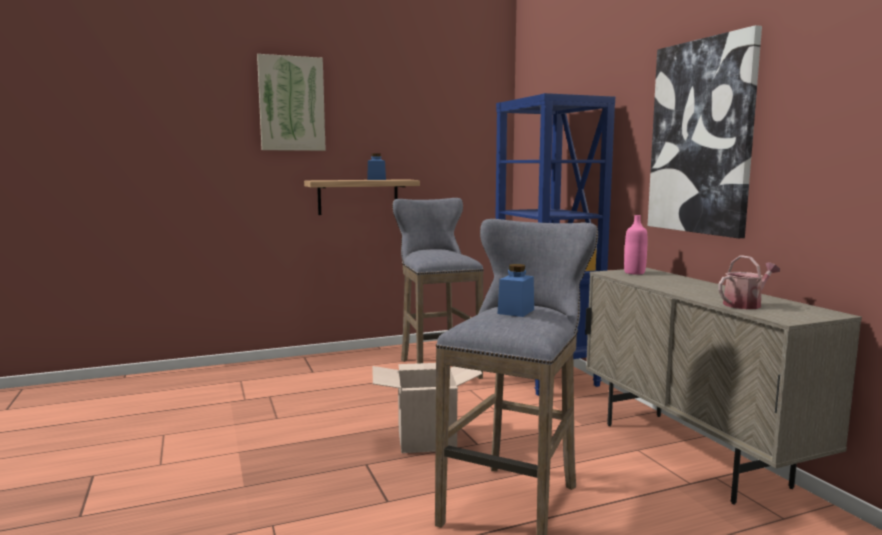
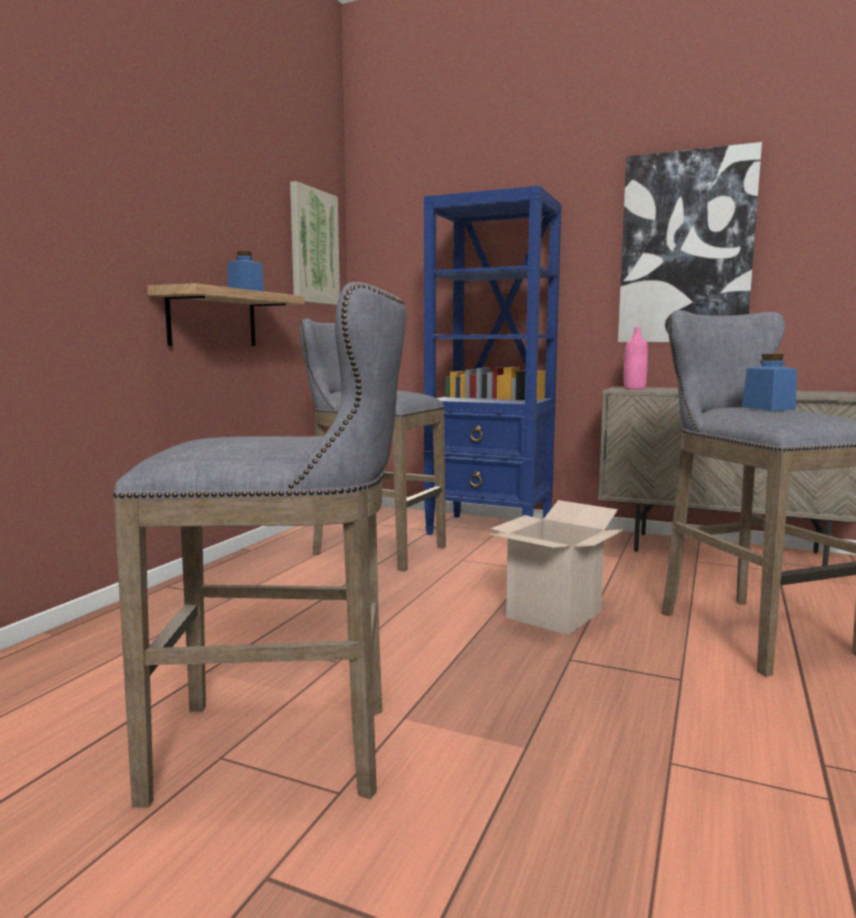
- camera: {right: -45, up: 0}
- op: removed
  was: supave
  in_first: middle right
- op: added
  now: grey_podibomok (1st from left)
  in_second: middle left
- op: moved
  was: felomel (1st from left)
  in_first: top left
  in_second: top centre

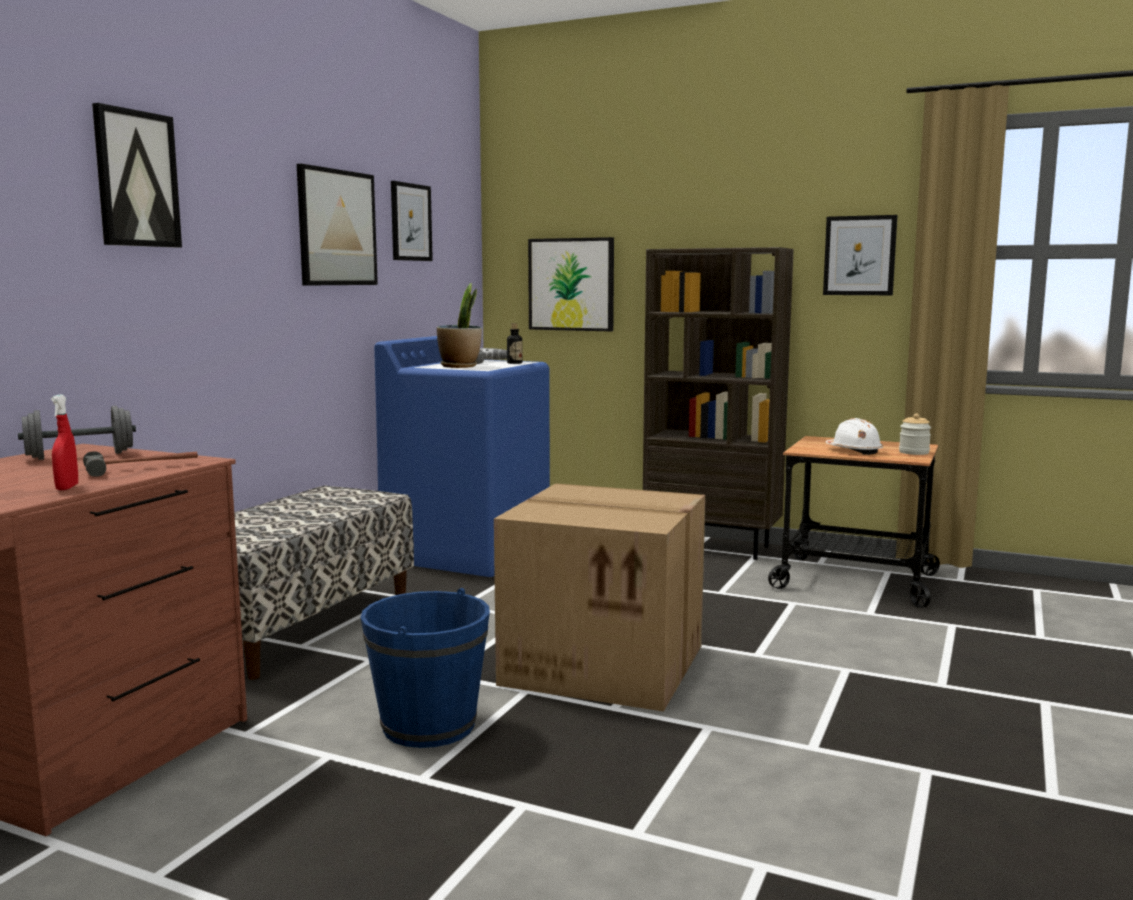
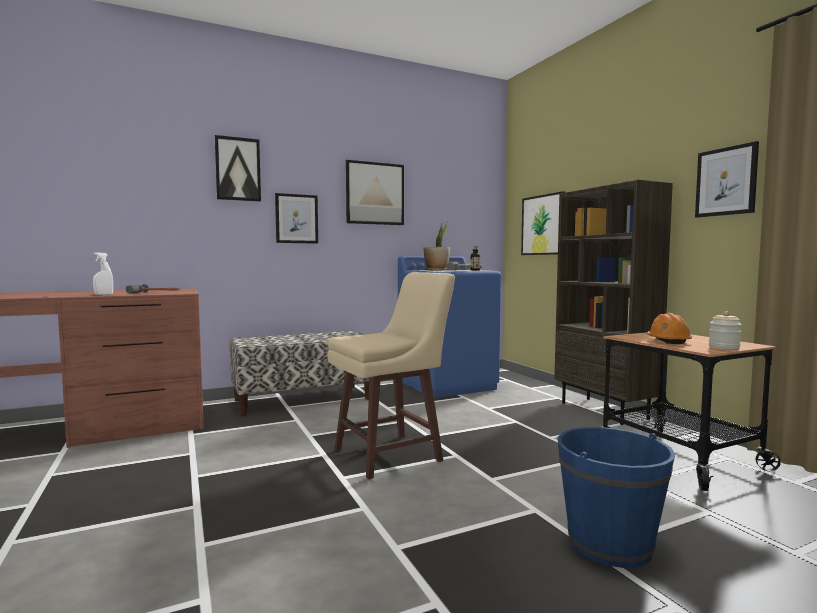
- camera: {right: 40, up: -5}
- op: removed
  was: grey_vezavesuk
  in_first: middle left
- op: moved
  was: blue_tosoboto
  in_first: bottom centre
  in_second: bottom right
- op: moved
  was: felomel (3rd from left in the first image)
  now: felomel (2nd from left)
  in_first: top centre
  in_second: centre
- op: replaced
  was: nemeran
  now: beige_podibomok
  in_first: centre
  in_second: centre
- op: recoloured
  was: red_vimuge
  now: white_vimuge
  in_first: middle left
  in_second: middle left
- op: recoloured
  was: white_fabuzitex
  now: orange_fabuzitex
  in_first: middle right
  in_second: middle right

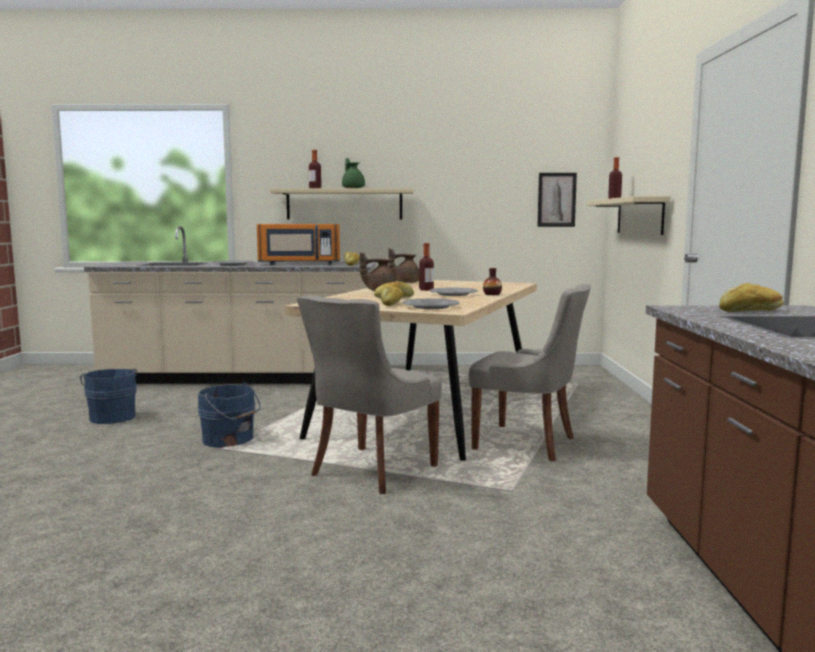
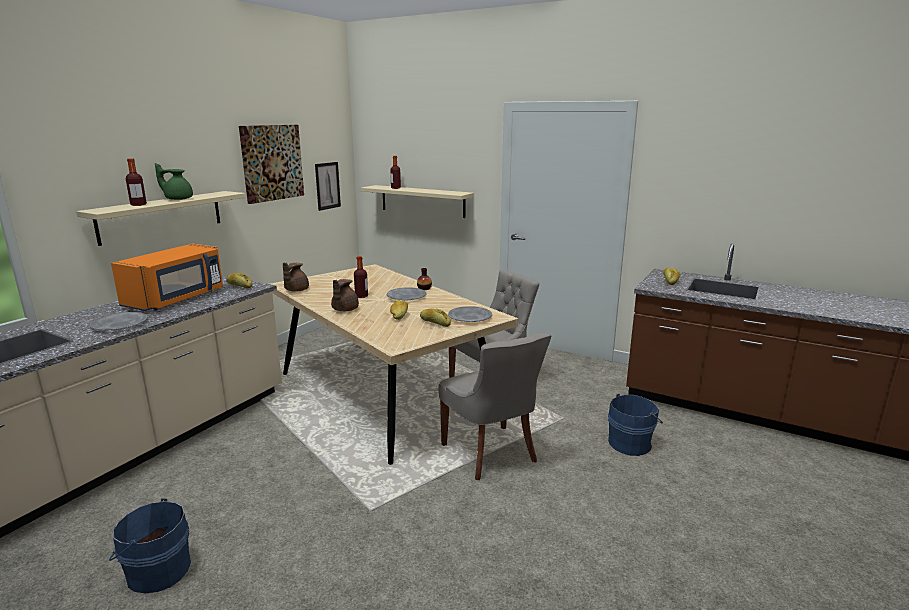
- camera: {right: -60, up: 10}
- op: added
  now: felomel (1st from left)
  in_second: top left
- op: moved
  was: blue_tosoboto (2nd from left)
  in_first: middle left
  in_second: bottom right

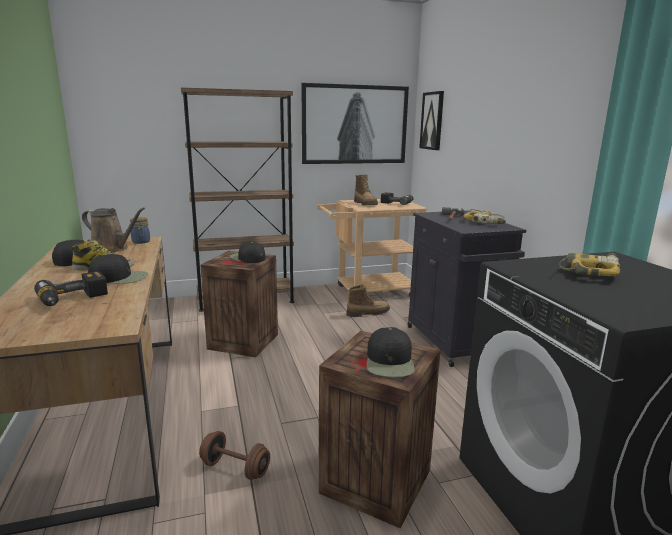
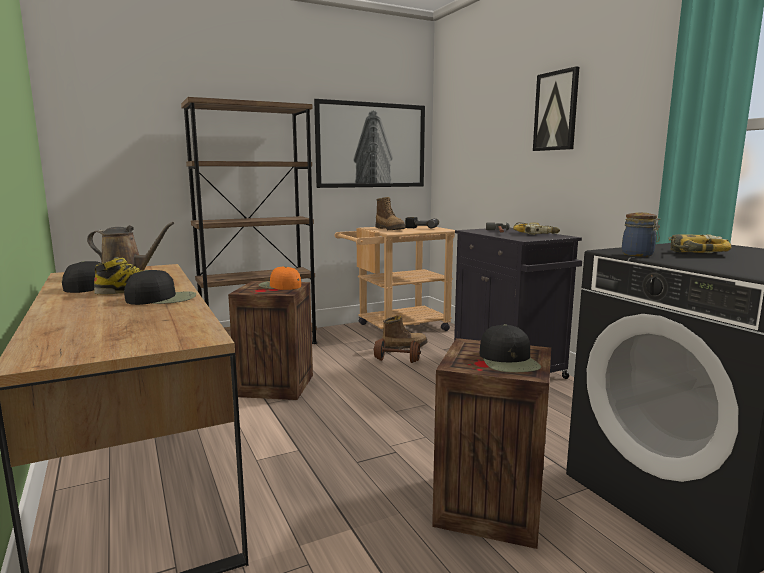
- camera: {right: -10, up: -5}
- op: removed
  was: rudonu (1st from left)
  in_first: middle left
- op: moved
  was: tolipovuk
  in_first: middle left
  in_second: middle right
- op: moved
  was: brown_vezavesuk
  in_first: bottom centre
  in_second: centre
- op: moved
  was: felomel (2nd from left)
  in_first: top centre
  in_second: top right
- op: recoloured
  was: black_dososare (3rd from left)
  now: orange_dososare
  in_first: centre
  in_second: centre

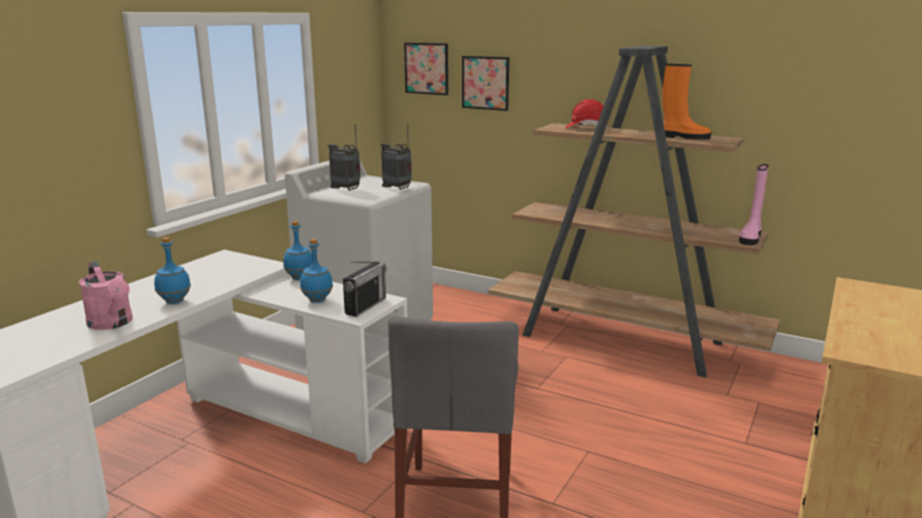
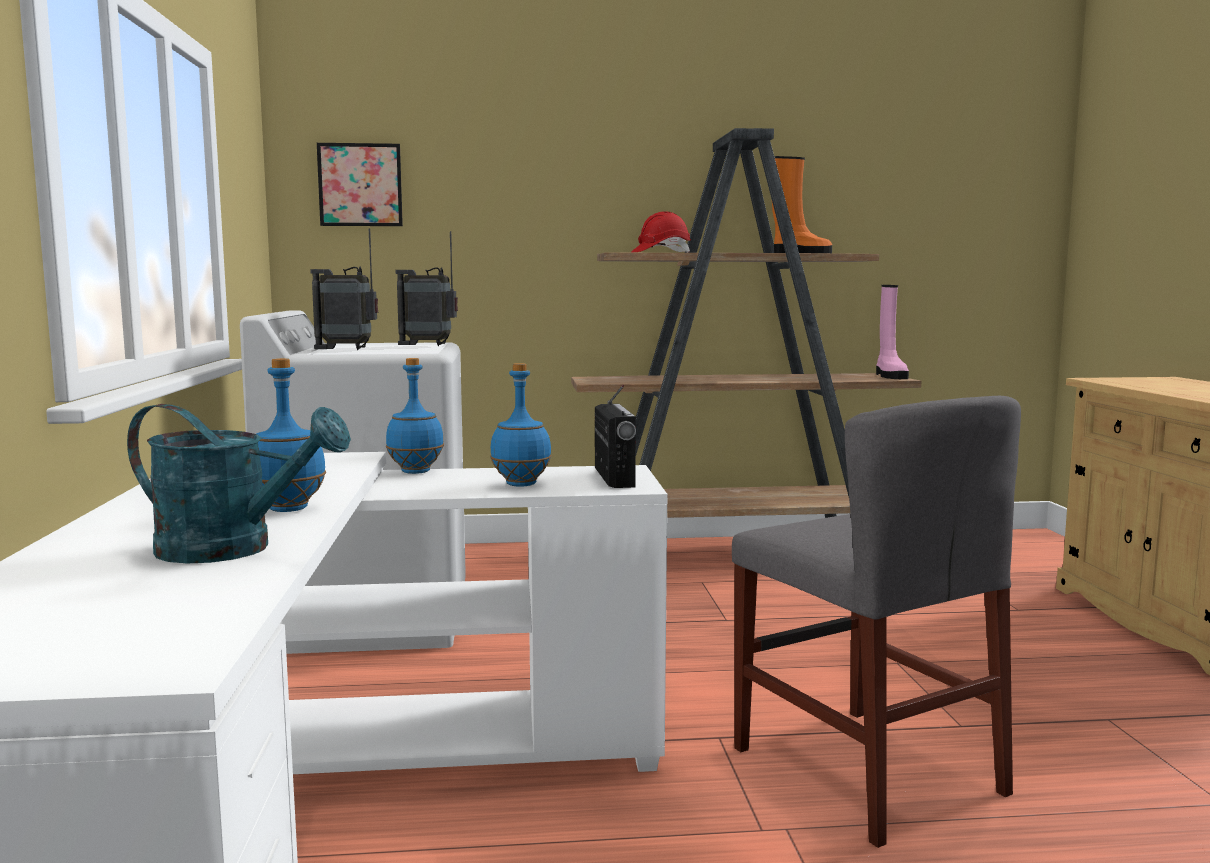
- camera: {right: -35, up: -10}
- op: removed
  was: felomel (2nd from left)
  in_first: top centre
- op: recoloured
  was: pink_supave
  now: turquoise_supave
  in_first: middle left
  in_second: middle left

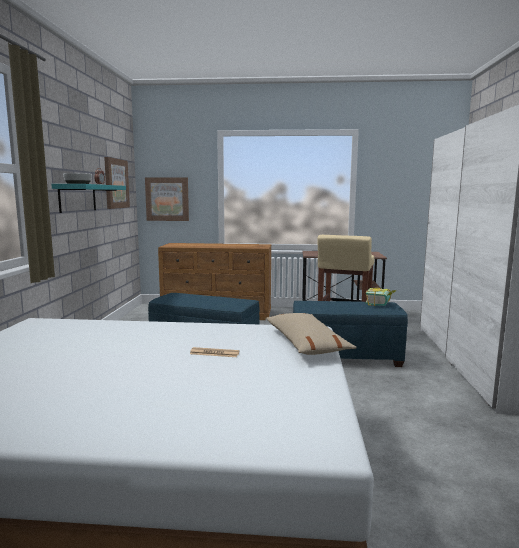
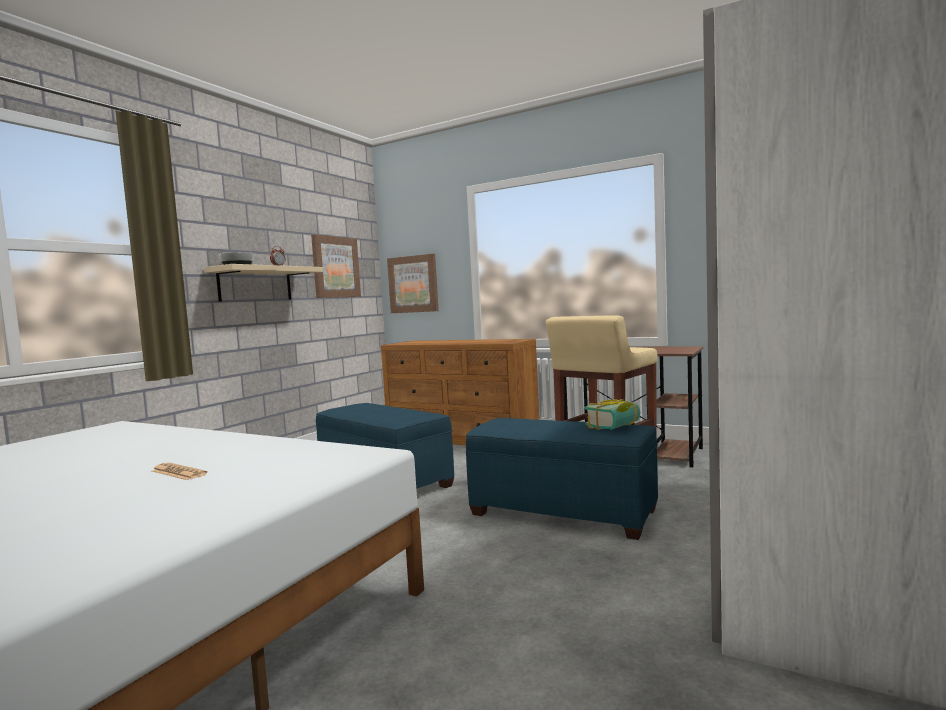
- camera: {right: 25, up: -5}
- op: removed
  was: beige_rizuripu
  in_first: centre
- op: recoloured
  was: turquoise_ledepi
  now: beige_ledepi
  in_first: middle left
  in_second: middle left

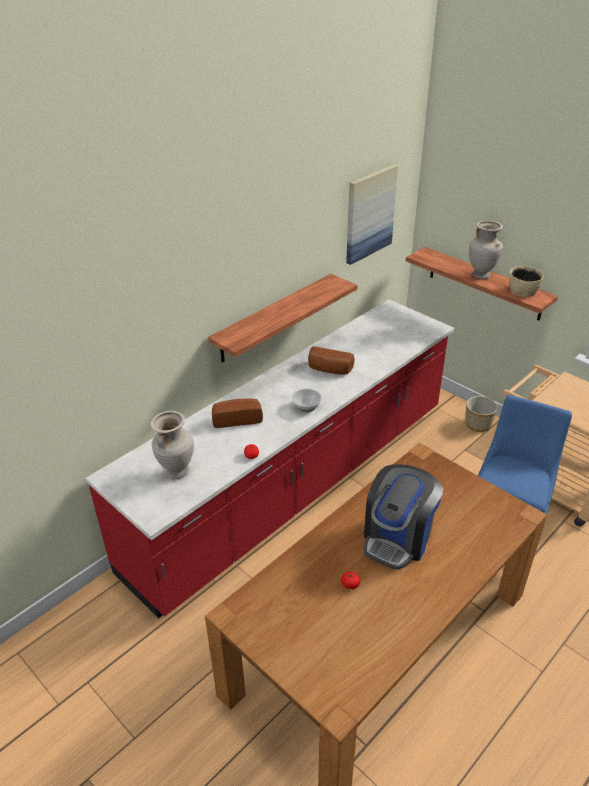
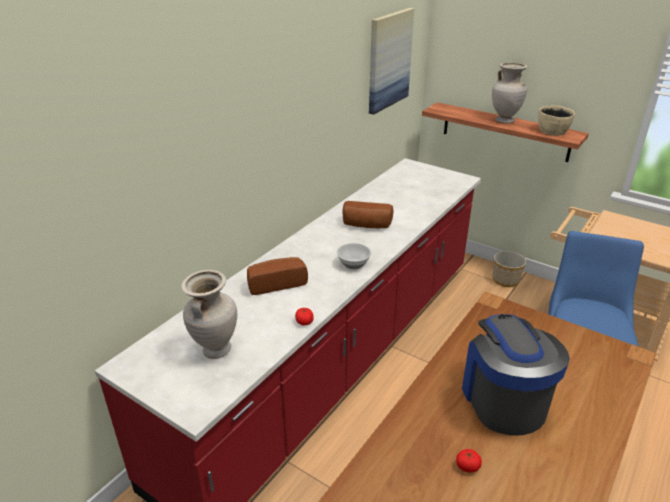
- camera: {right: -10, up: -5}
- op: removed
  was: ledepi (1st from left)
  in_first: centre
- op: turned
  was: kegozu
  in_first: middle right
  in_second: bottom right
  clockwise: 150

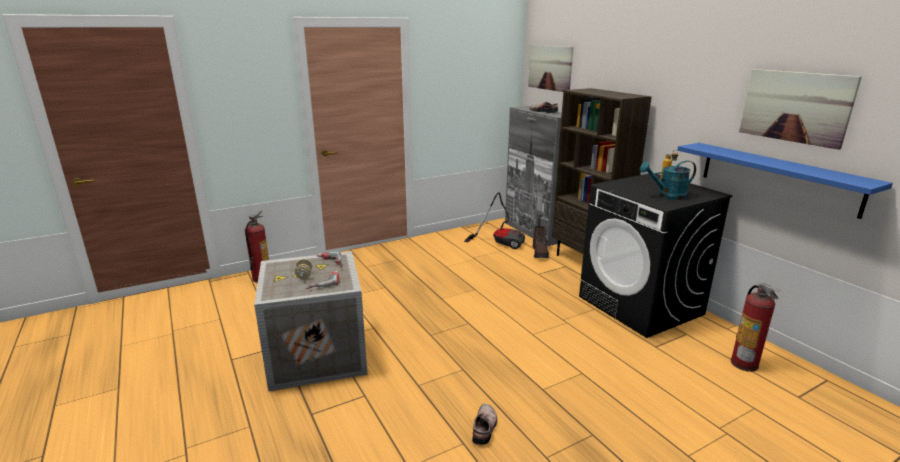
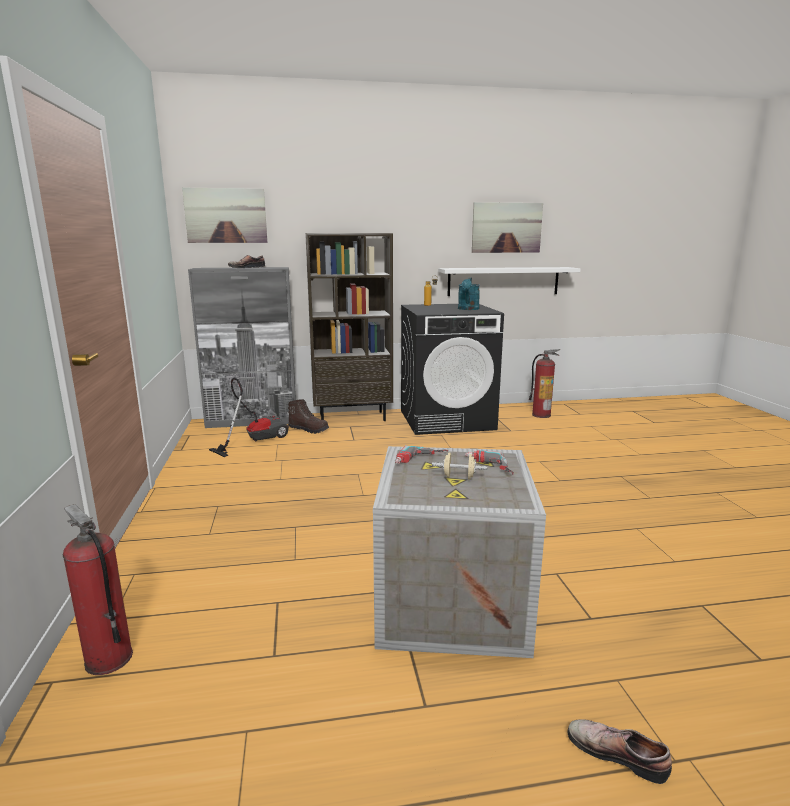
- camera: {right: -70, up: -5}
- op: moved
  was: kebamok (1st from left in the first image)
  now: kebamok (2nd from left)
  in_first: bottom centre
  in_second: bottom right
- op: recoloured
  was: blue_ledepi
  now: white_ledepi
  in_first: middle right
  in_second: centre

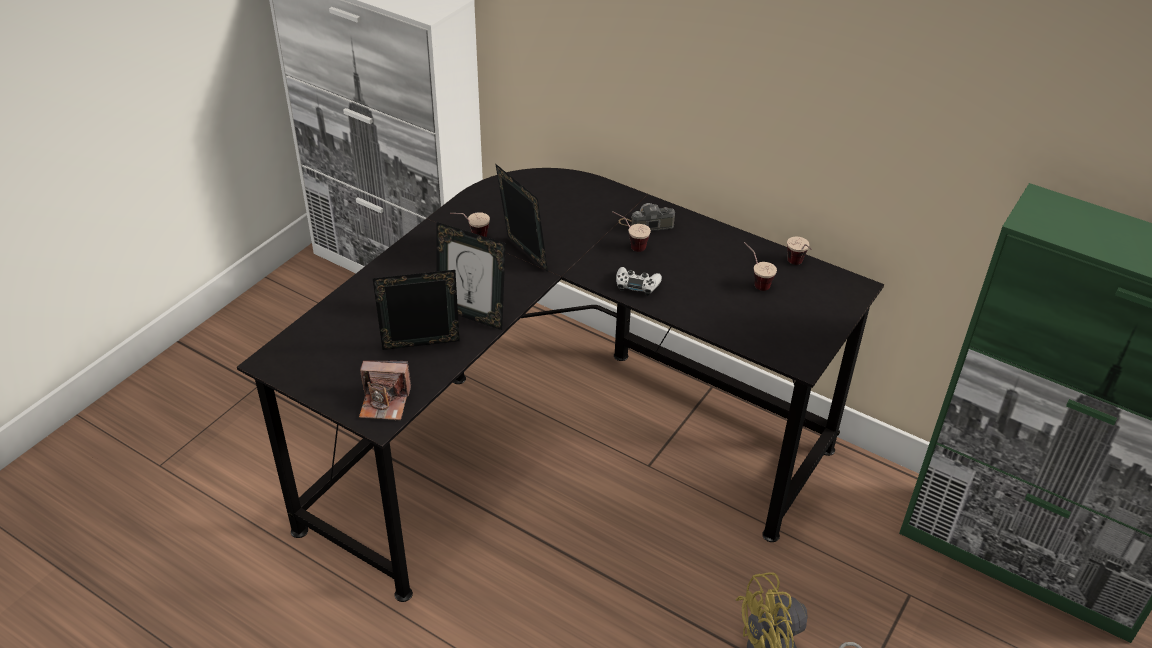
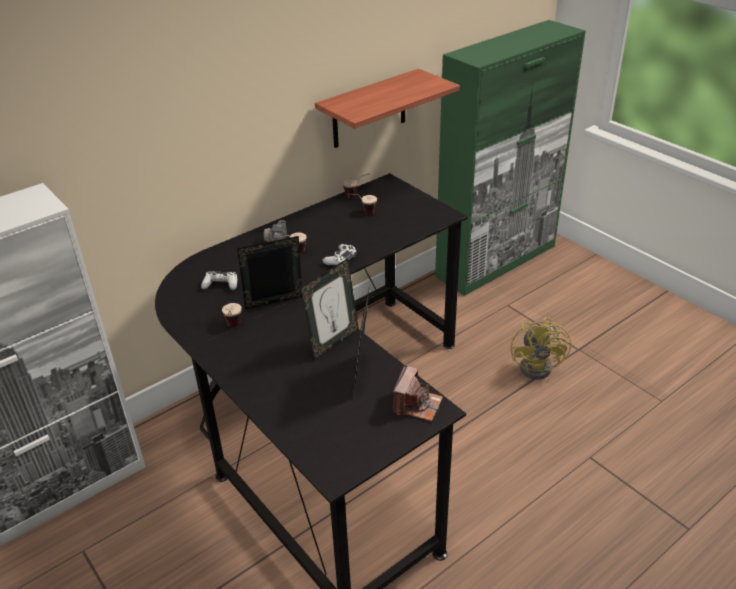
- camera: {right: -70, up: -5}
- op: added
  now: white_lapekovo (1st from left)
  in_second: middle left
- op: added
  now: ledepi
  in_second: top centre

